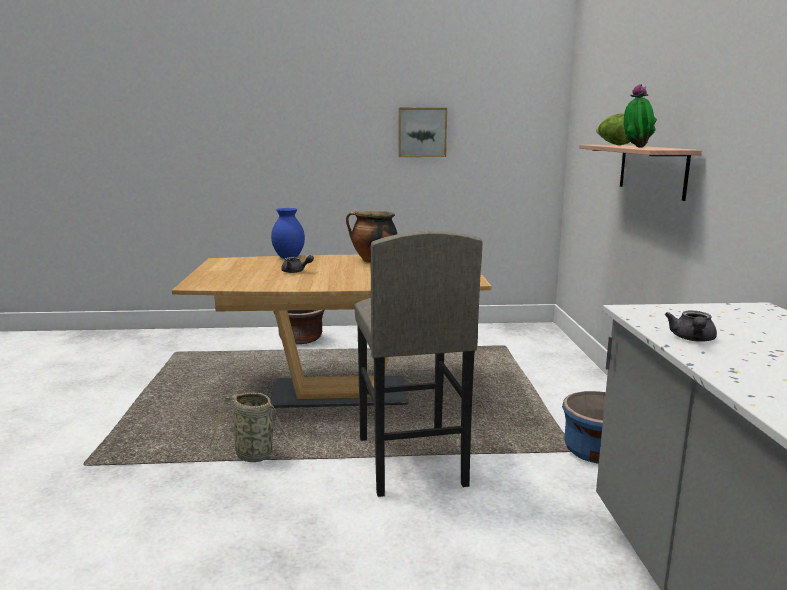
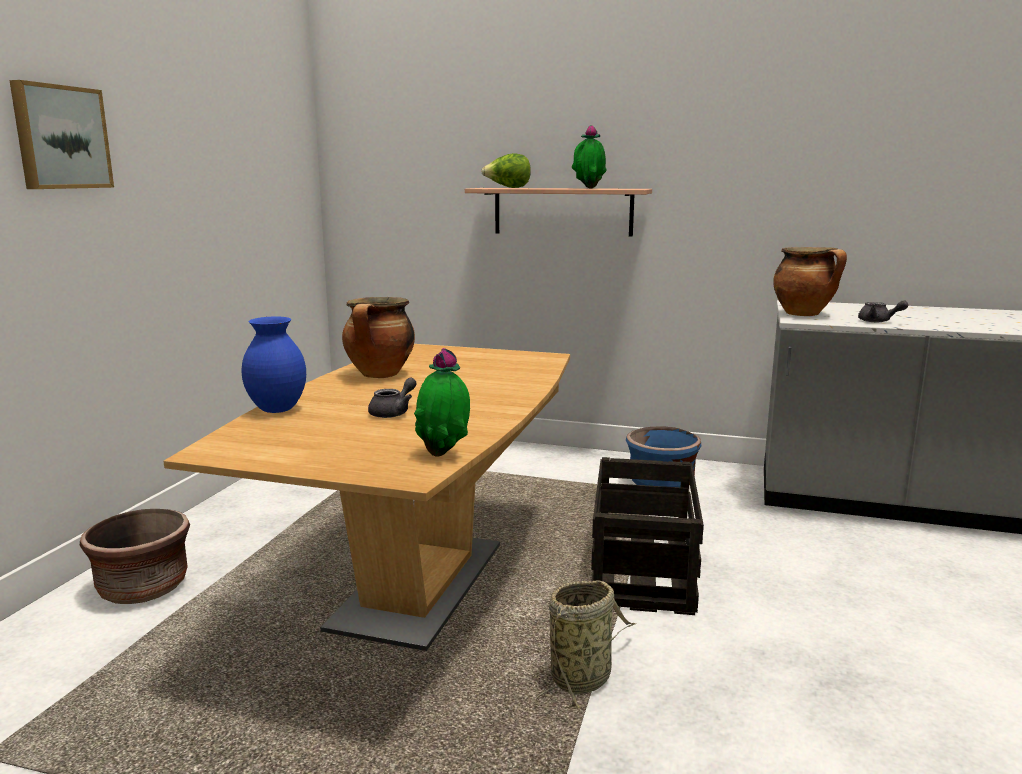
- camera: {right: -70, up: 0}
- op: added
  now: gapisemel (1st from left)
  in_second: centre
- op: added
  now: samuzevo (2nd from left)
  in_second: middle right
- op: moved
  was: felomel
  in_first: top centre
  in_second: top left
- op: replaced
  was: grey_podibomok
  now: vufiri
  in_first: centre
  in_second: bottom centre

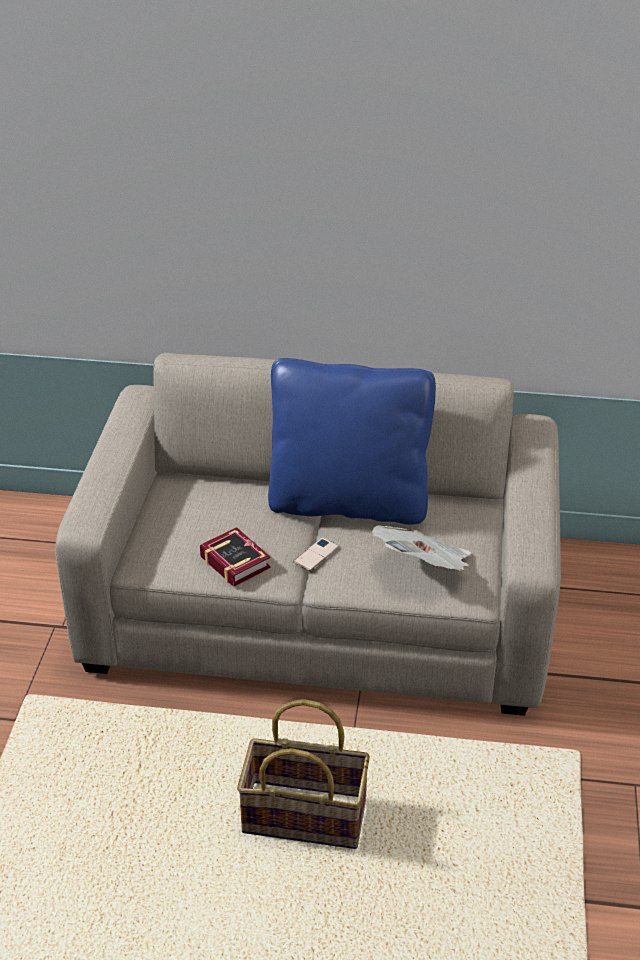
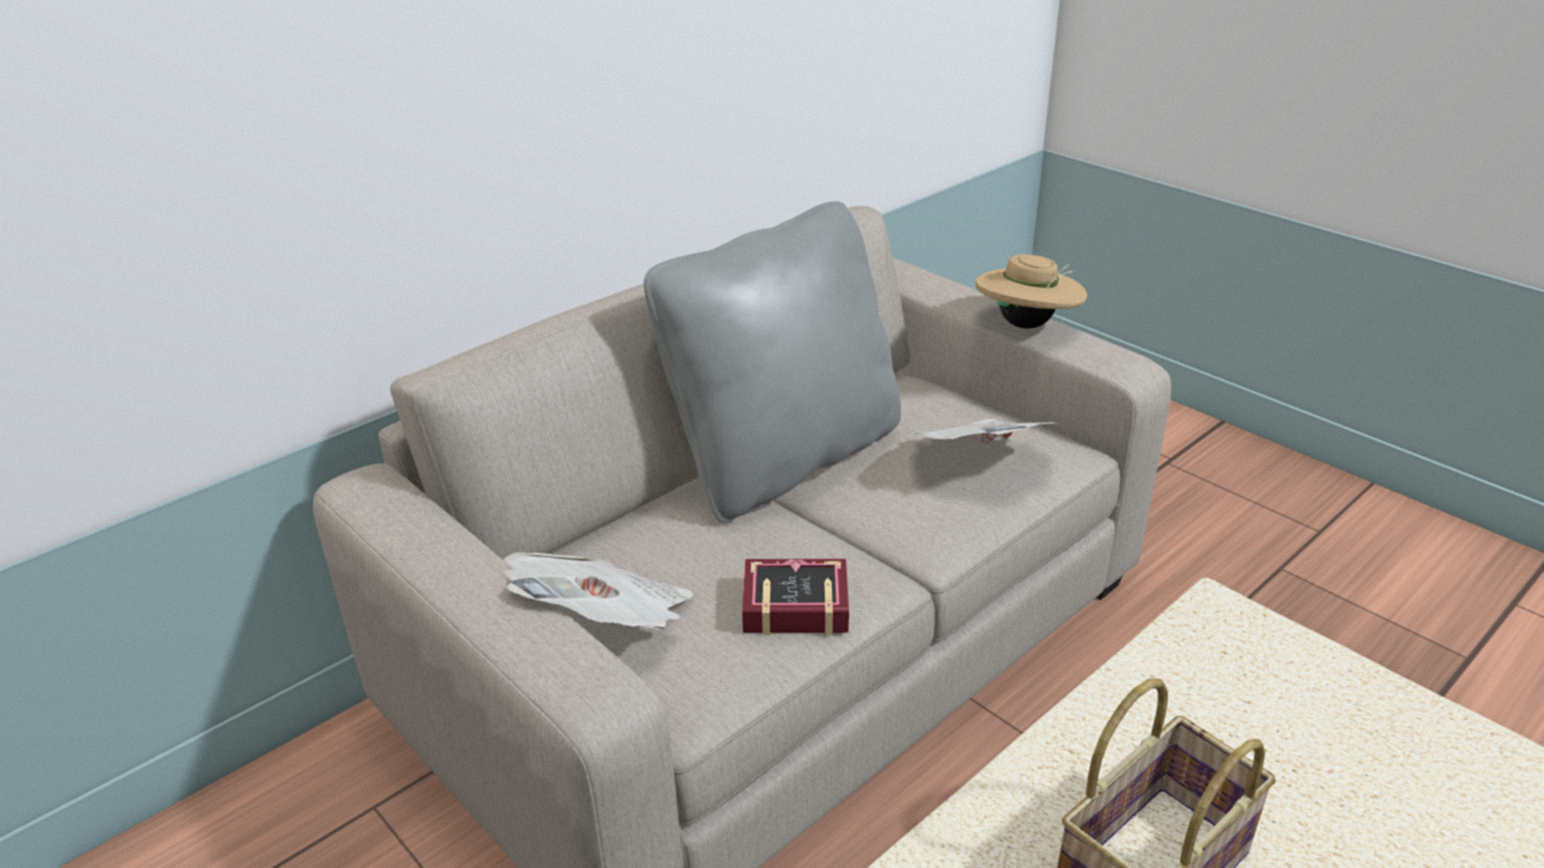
- camera: {right: -50, up: -5}
- op: removed
  was: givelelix
  in_first: centre
- op: added
  now: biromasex (1st from left)
  in_second: bottom centre
- op: added
  now: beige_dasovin
  in_second: middle right
- op: recoloured
  was: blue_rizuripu
  now: grey_rizuripu
  in_first: centre
  in_second: centre

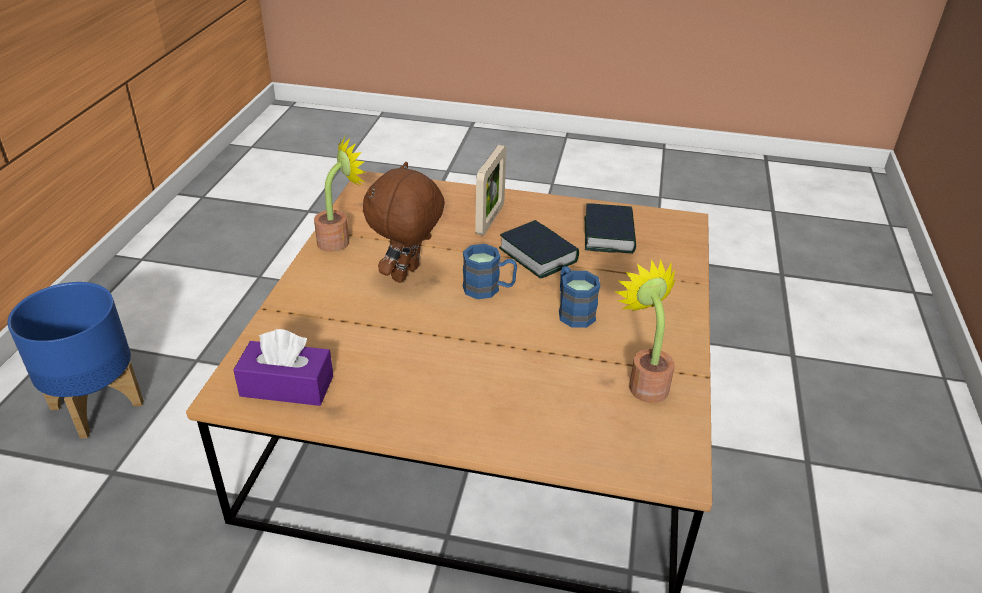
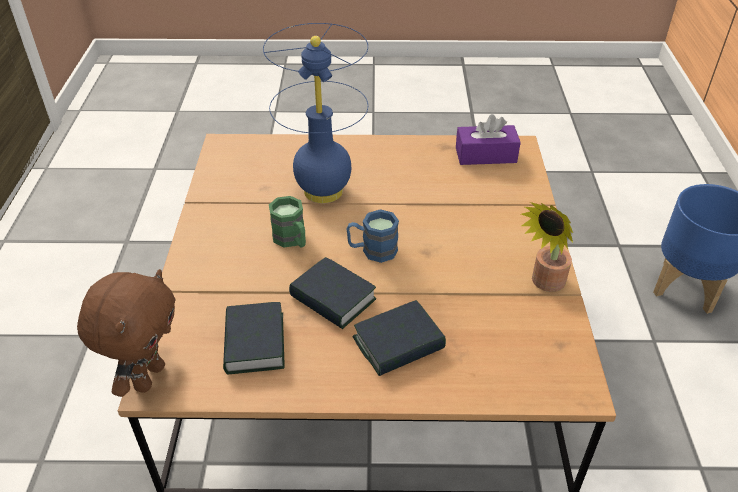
- camera: {right: 170, up: 5}
- op: removed
  was: gapisemel (2nd from left)
  in_first: centre
- op: added
  now: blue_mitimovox
  in_second: top centre
- op: moved
  was: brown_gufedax
  in_first: centre
  in_second: bottom left
- op: replaced
  was: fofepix
  now: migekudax (3rd from left)
  in_first: top centre
  in_second: bottom centre
- op: recoloured
  was: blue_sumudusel (2nd from left)
  now: green_sumudusel
  in_first: centre
  in_second: centre

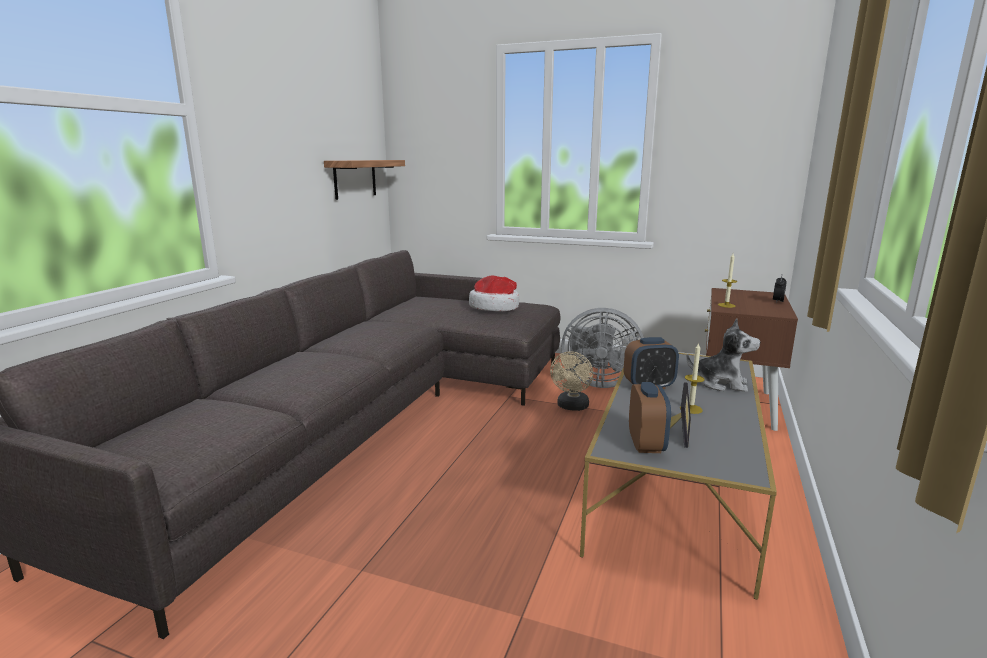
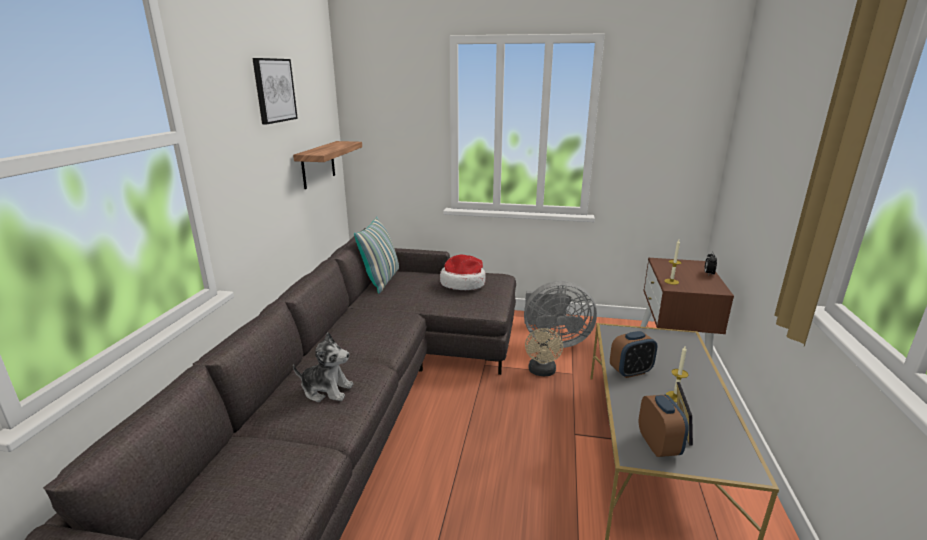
- camera: {right: -10, up: 5}
- op: added
  now: felomel
  in_second: top left
- op: added
  now: rizuripu
  in_second: centre
- op: moved
  was: gufedax
  in_first: middle right
  in_second: bottom centre

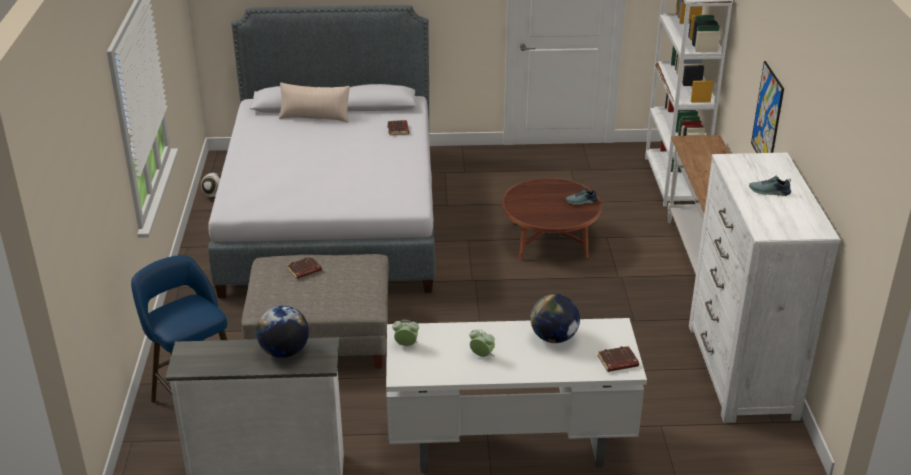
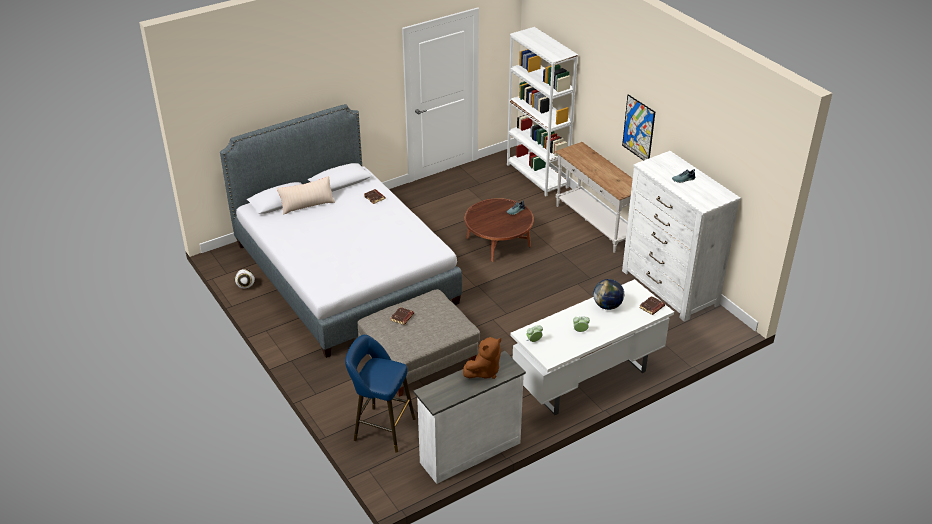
- camera: {right: -30, up: 5}
- op: replaced
  was: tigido (1st from left)
  now: brown_gufedax
  in_first: bottom left
  in_second: bottom centre

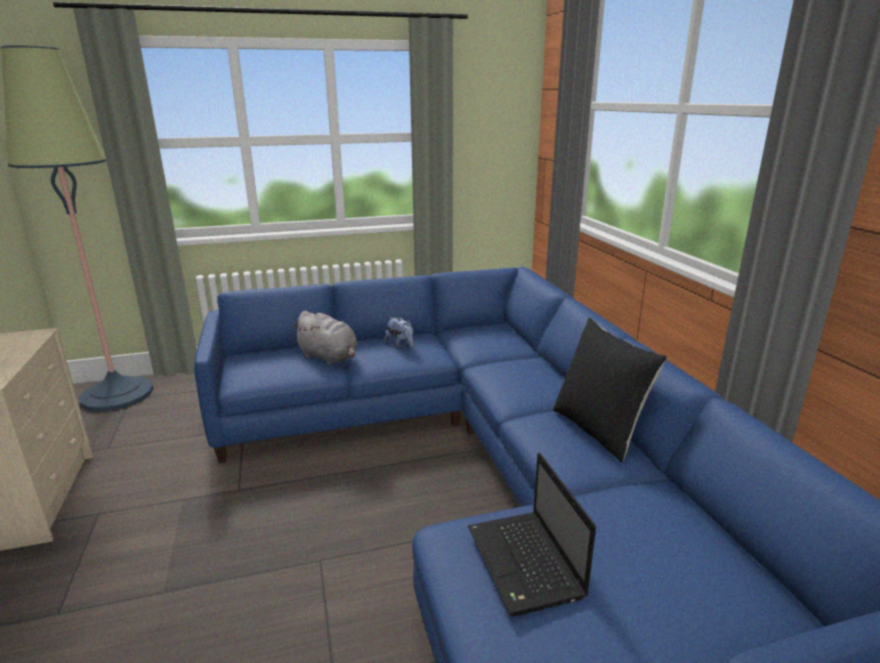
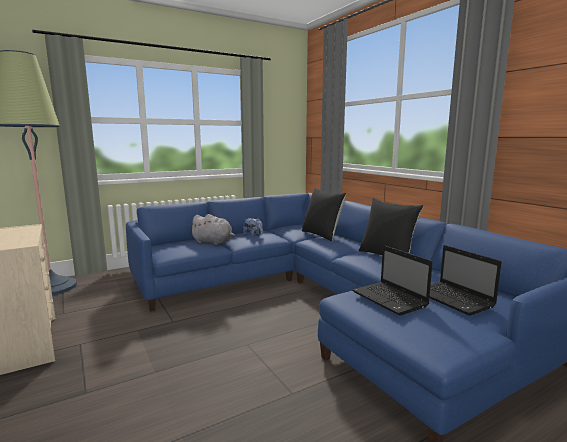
- camera: {right: -15, up: -10}
- op: added
  now: black_rizuripu (1st from left)
  in_second: centre
- op: added
  now: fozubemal (2nd from left)
  in_second: middle right

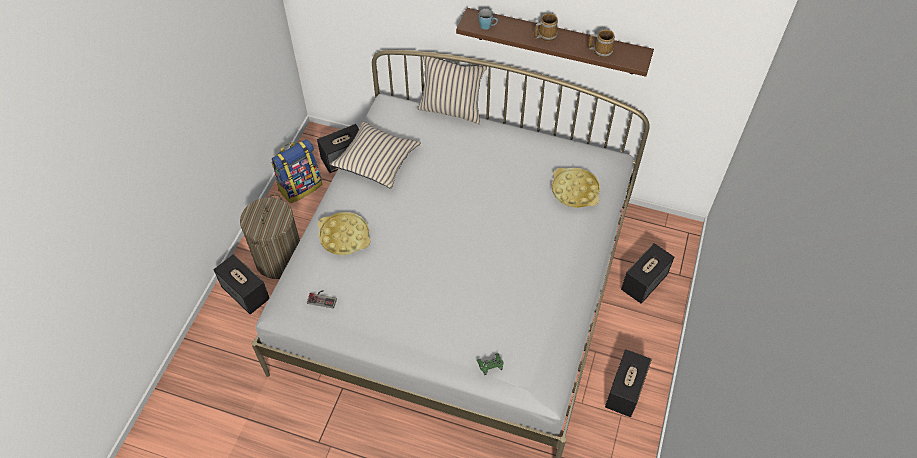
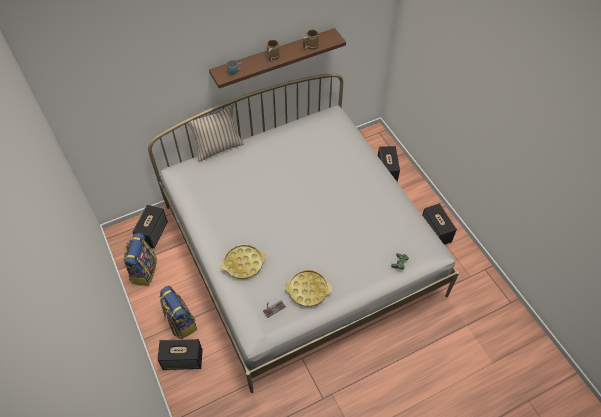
- camera: {right: -45, up: 0}
- op: removed
  was: beige_rizuripu (1st from left)
  in_first: centre
- op: moved
  was: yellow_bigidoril (2nd from left)
  in_first: centre
  in_second: bottom centre
- op: replaced
  was: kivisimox
  now: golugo (2nd from left)
  in_first: middle left
  in_second: bottom left

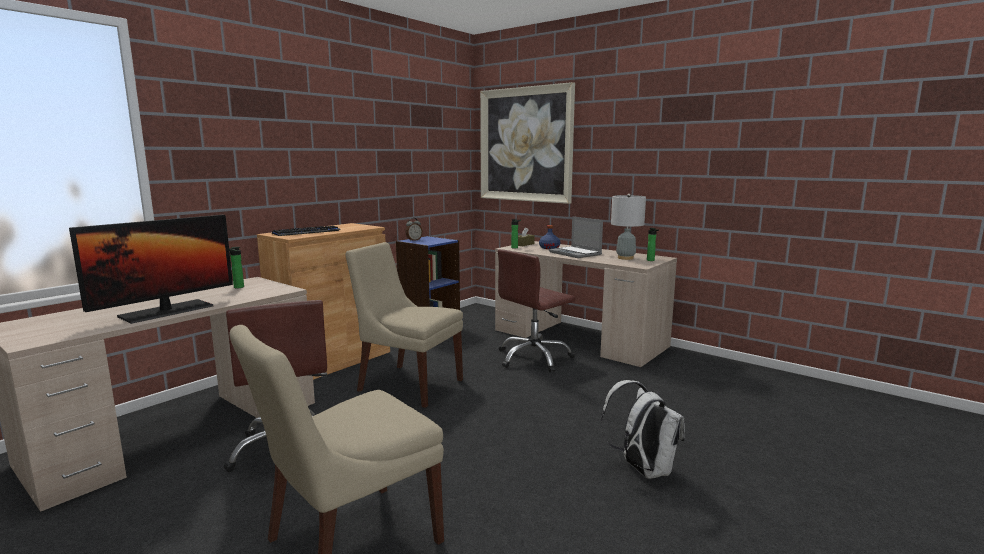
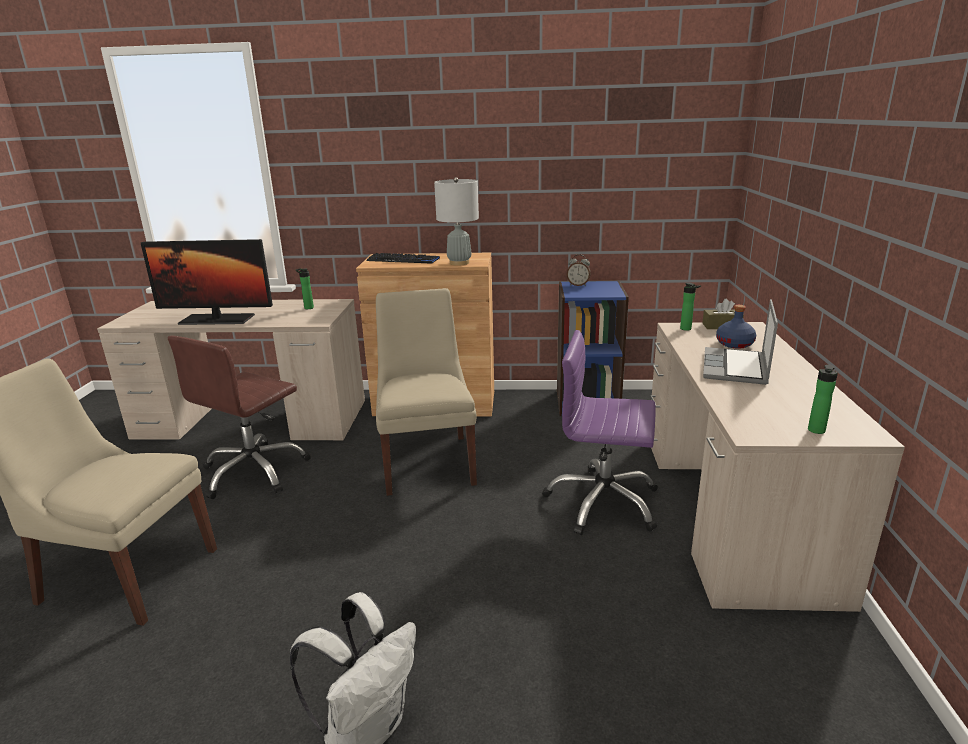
- camera: {right: 55, up: 10}
- op: removed
  was: felomel
  in_first: top centre
- op: moved
  was: grey_mitimovox
  in_first: centre
  in_second: top centre
- op: recoloured
  was: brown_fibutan (2nd from left)
  now: purple_fibutan
  in_first: centre
  in_second: centre

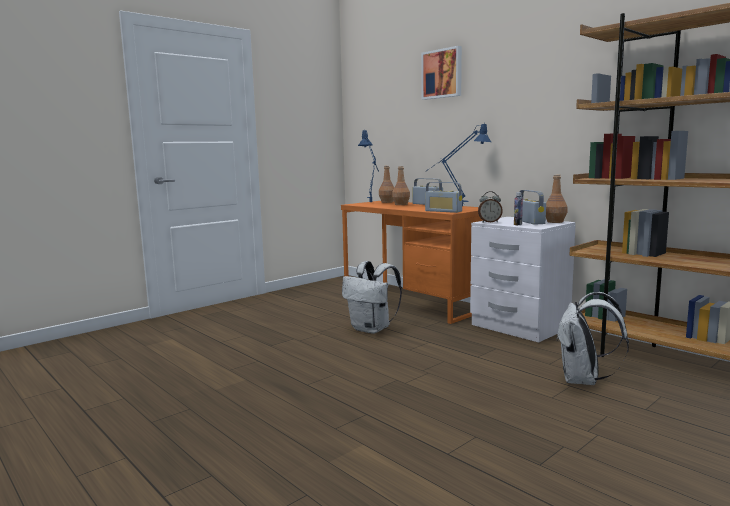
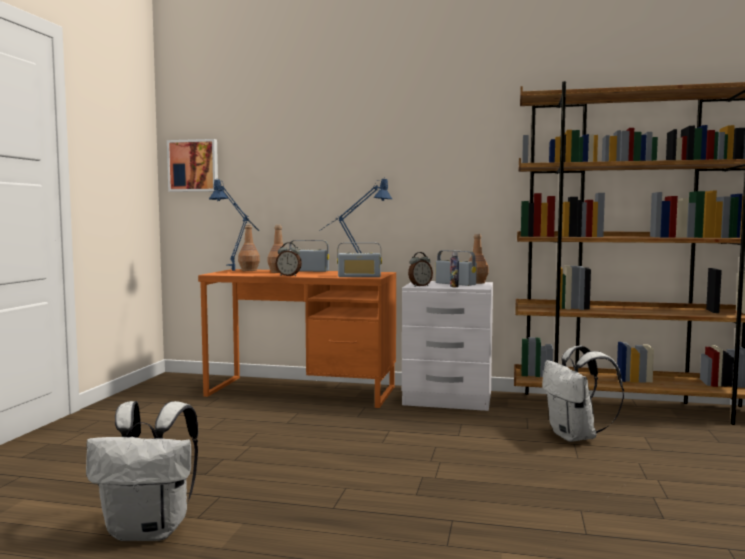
- camera: {right: -35, up: -5}
- op: added
  now: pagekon (1st from left)
  in_second: centre
- op: moved
  was: white_golugo (1st from left)
  in_first: centre
  in_second: bottom left
- op: moved
  was: felomel
  in_first: top centre
  in_second: top left

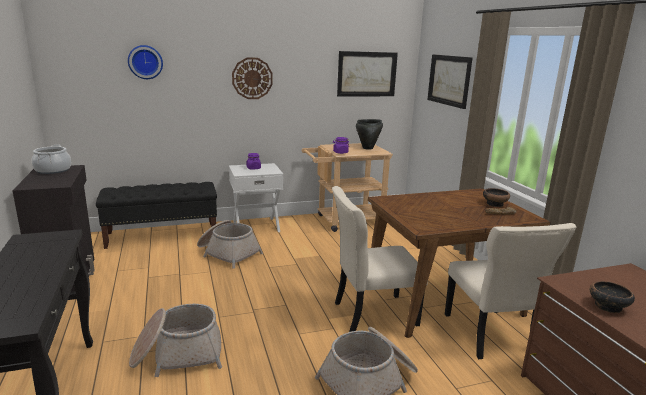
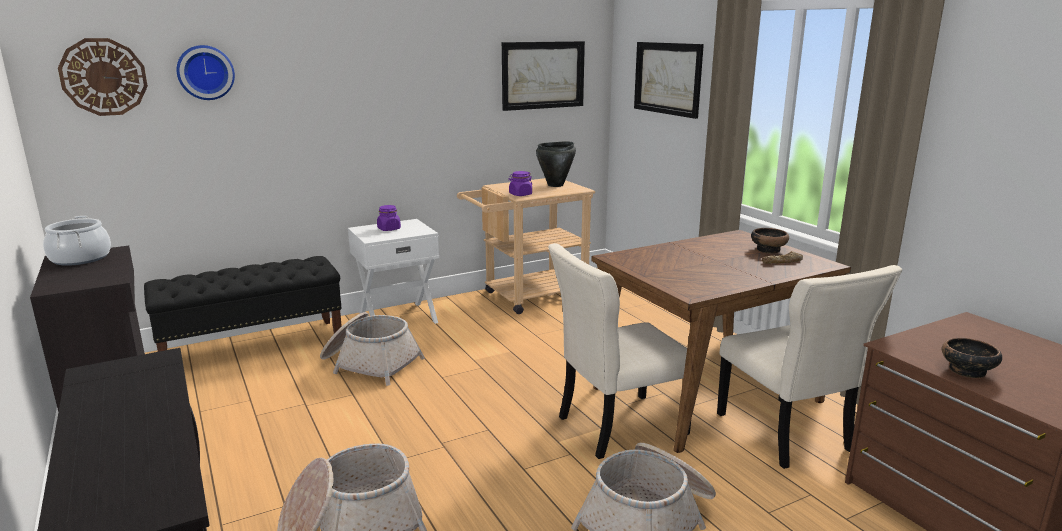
- camera: {right: -10, up: 0}
- op: moved
  was: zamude (2nd from left in the first image)
  now: zamude (1st from left)
  in_first: top centre
  in_second: top left

